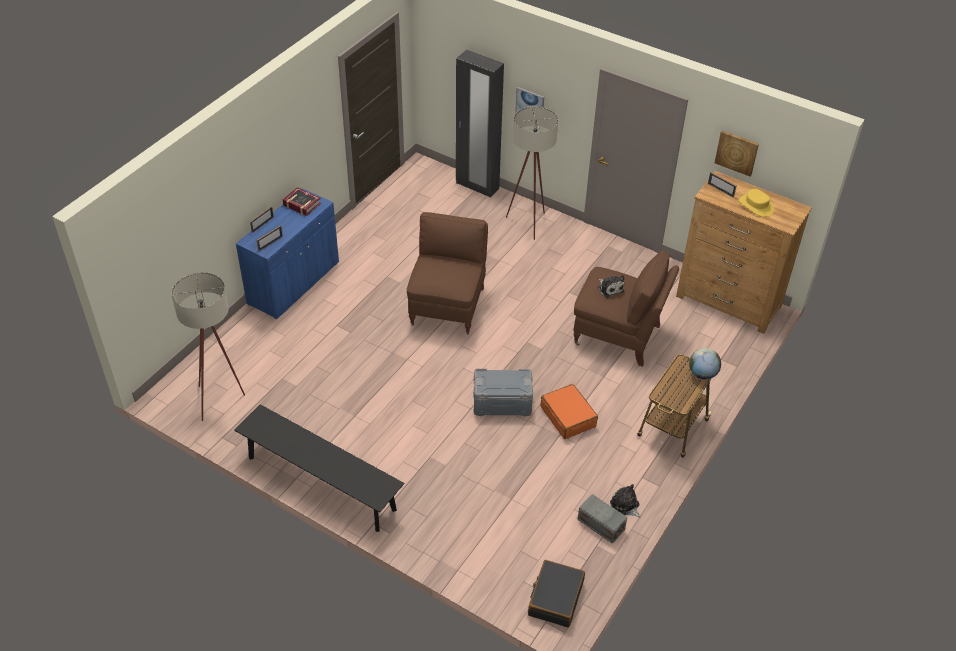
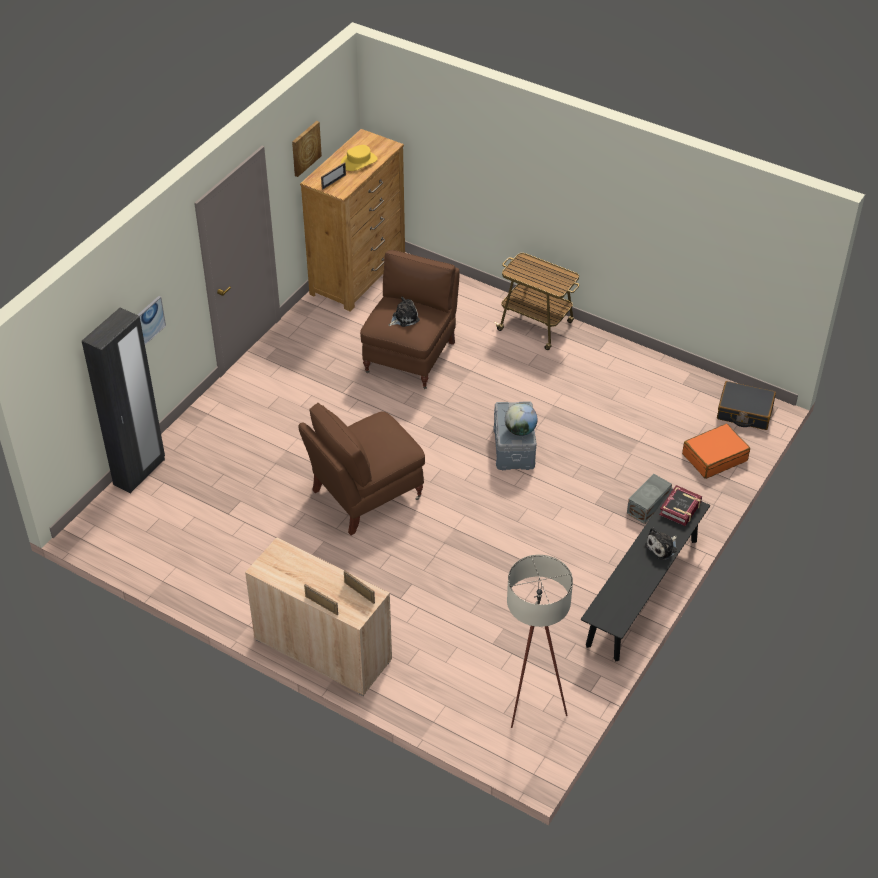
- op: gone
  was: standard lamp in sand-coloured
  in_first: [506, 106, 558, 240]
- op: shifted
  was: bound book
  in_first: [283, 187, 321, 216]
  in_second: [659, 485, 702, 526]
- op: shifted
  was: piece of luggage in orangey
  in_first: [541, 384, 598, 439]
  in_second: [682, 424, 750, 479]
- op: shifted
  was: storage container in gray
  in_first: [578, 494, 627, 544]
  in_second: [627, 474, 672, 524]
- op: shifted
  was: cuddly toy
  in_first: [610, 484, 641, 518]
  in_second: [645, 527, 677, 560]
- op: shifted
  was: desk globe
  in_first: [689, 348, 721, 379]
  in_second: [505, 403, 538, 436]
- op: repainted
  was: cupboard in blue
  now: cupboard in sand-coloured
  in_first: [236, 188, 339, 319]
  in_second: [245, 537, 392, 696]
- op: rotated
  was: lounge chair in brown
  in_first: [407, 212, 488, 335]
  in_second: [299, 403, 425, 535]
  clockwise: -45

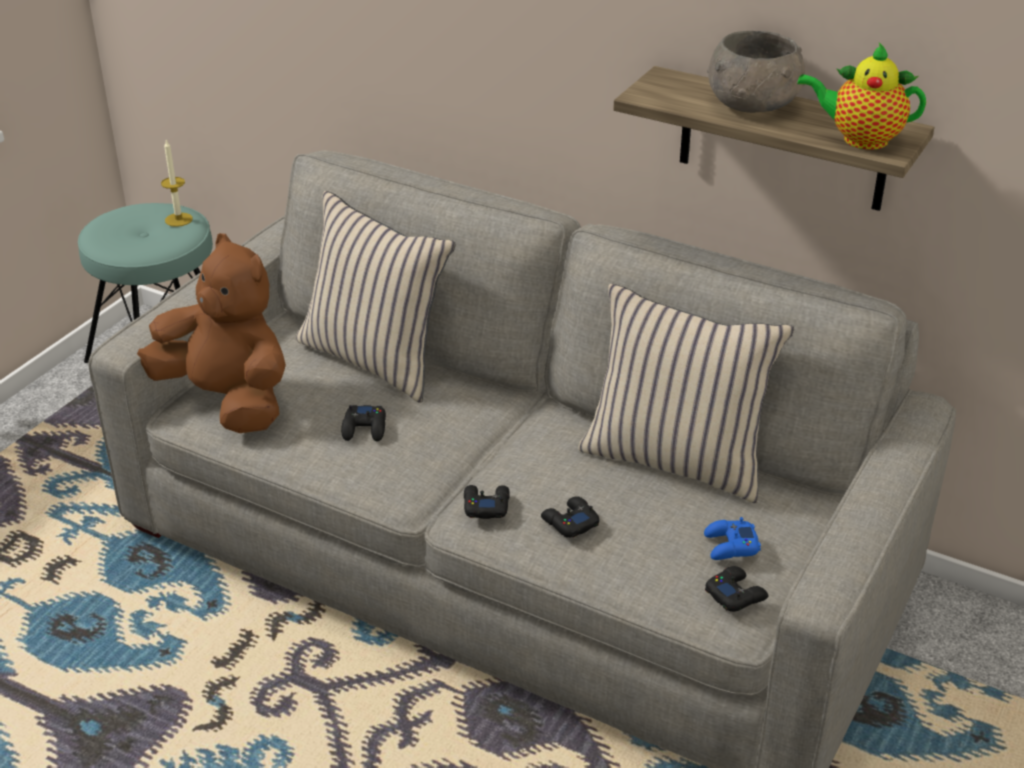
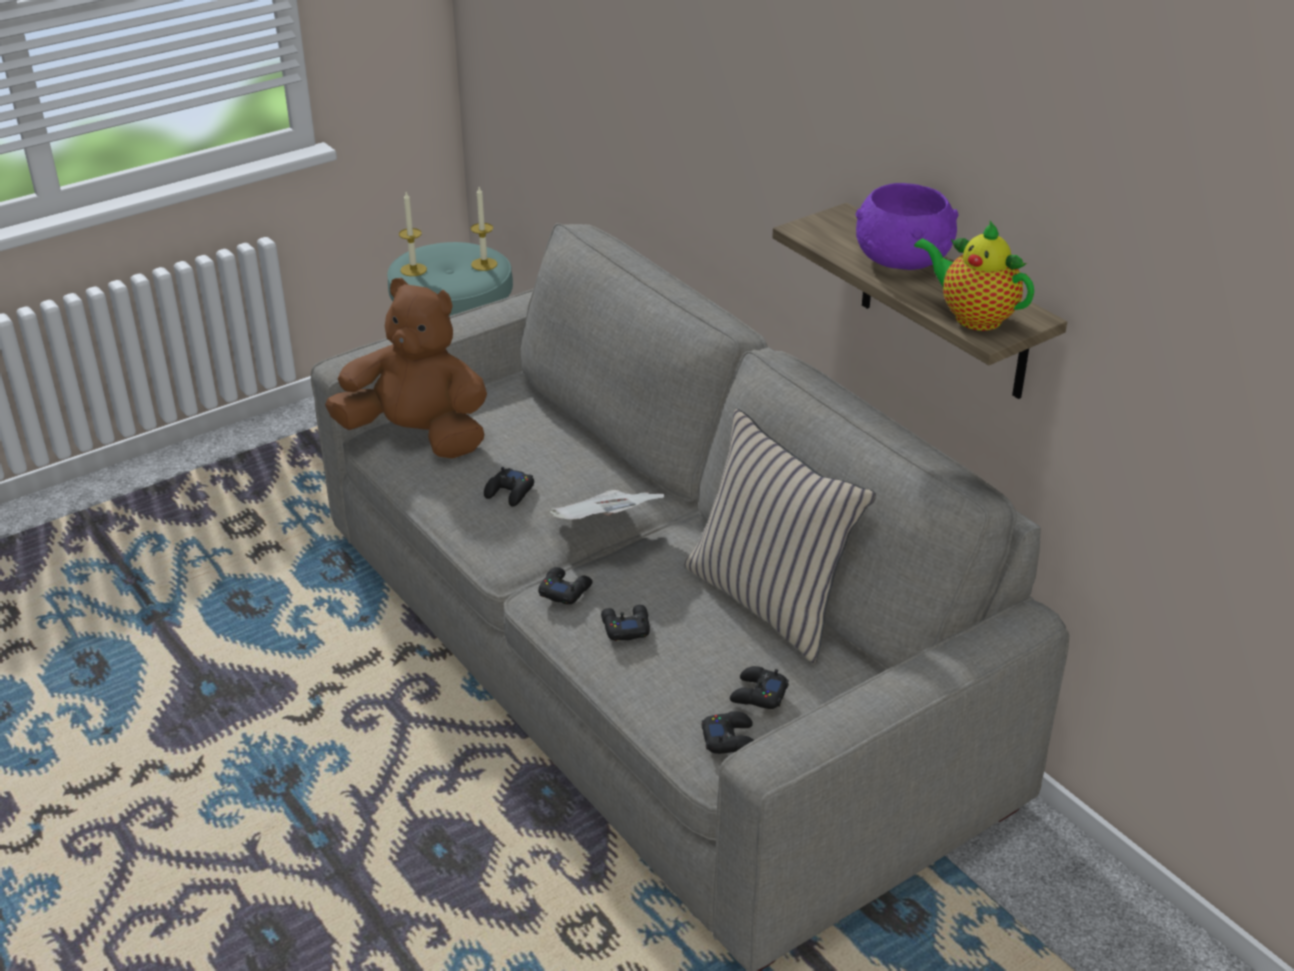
- op: gone
  was: cushion in sand-coloured
  in_first: [296, 191, 456, 403]
- op: new
  now: wax light
  in_second: [399, 192, 427, 276]
- op: new
  now: daily paper
  in_second: [550, 490, 665, 519]
- op: repainted
  was: gamepad in blue
  now: gamepad in black
  in_first: [704, 517, 761, 560]
  in_second: [730, 666, 789, 709]
- op: repainted
  was: deep dish in gray
  now: deep dish in purple-coloured
  in_first: [707, 31, 805, 113]
  in_second: [856, 183, 958, 270]
- op: rotated
  was: cuddly toy in brown
  in_first: [137, 233, 286, 433]
  in_second: [325, 278, 487, 459]
  clockwise: -45

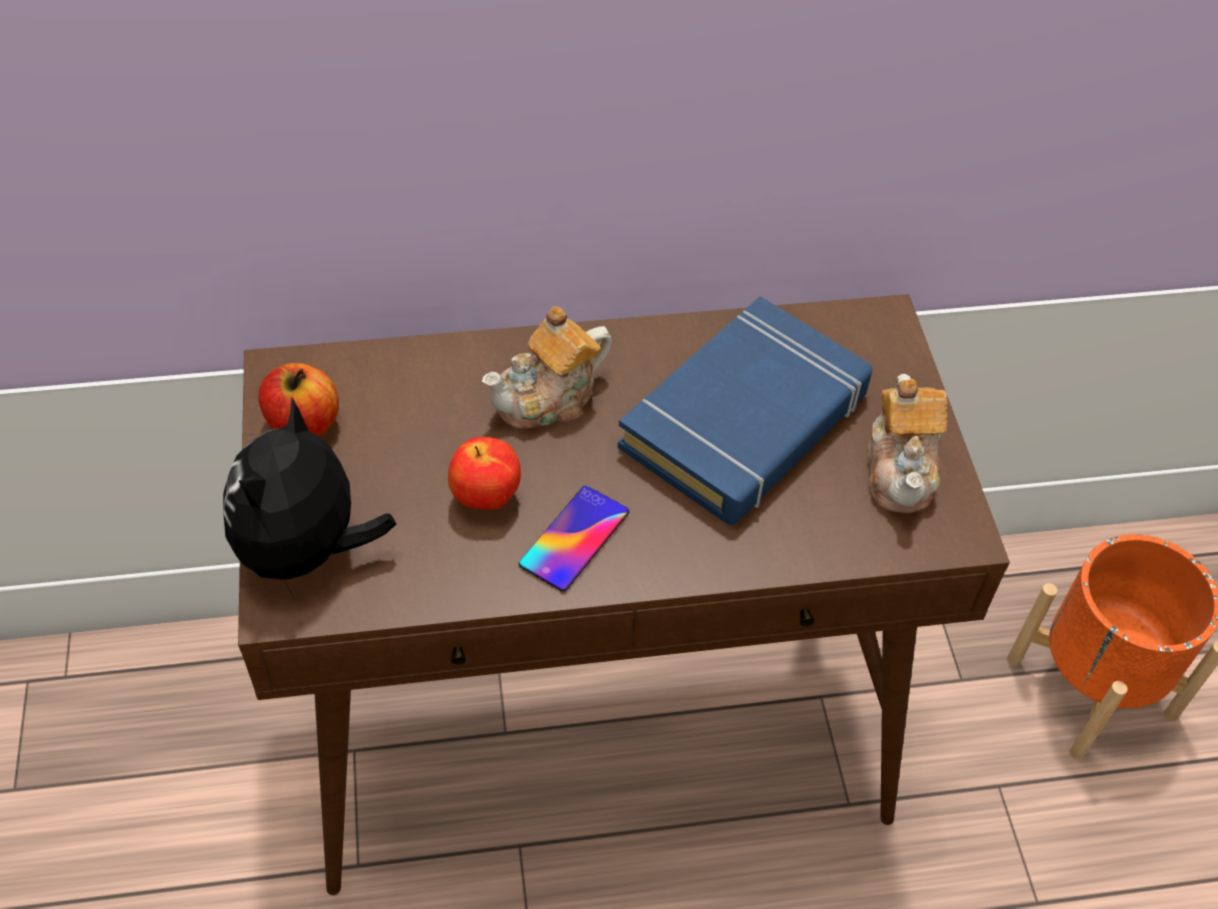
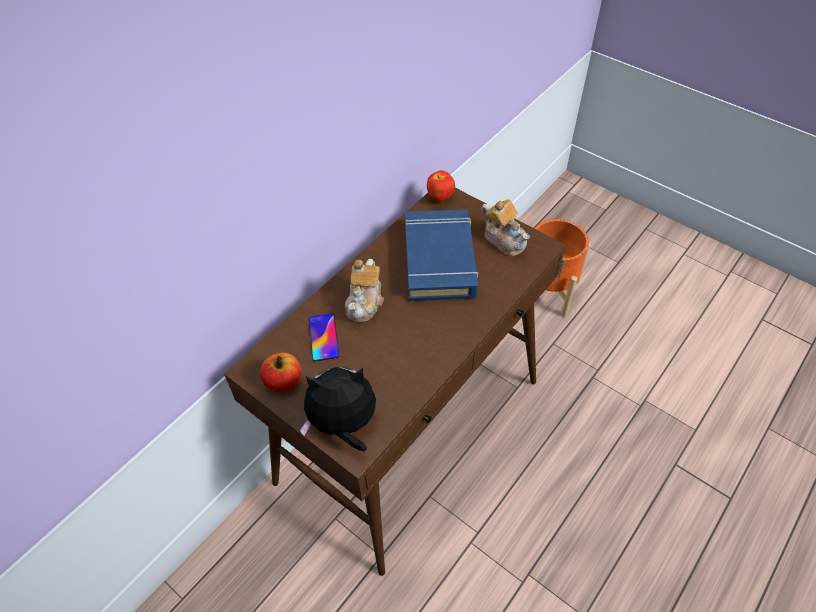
- op: shifted
  was: whole apple
  in_first: [448, 437, 521, 510]
  in_second: [427, 170, 455, 202]
- op: shifted
  was: telephone
  in_first: [519, 486, 629, 592]
  in_second: [309, 313, 340, 361]
- op: rotated
  was: cuddly toy
  in_first: [223, 398, 396, 599]
  in_second: [300, 367, 376, 452]
  clockwise: 105

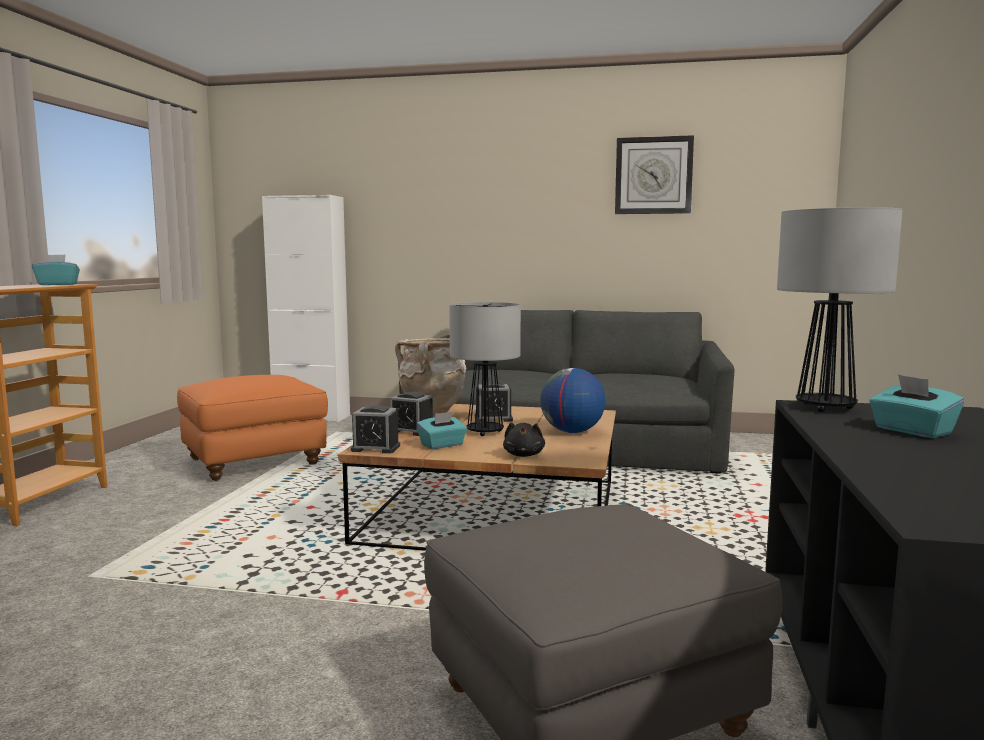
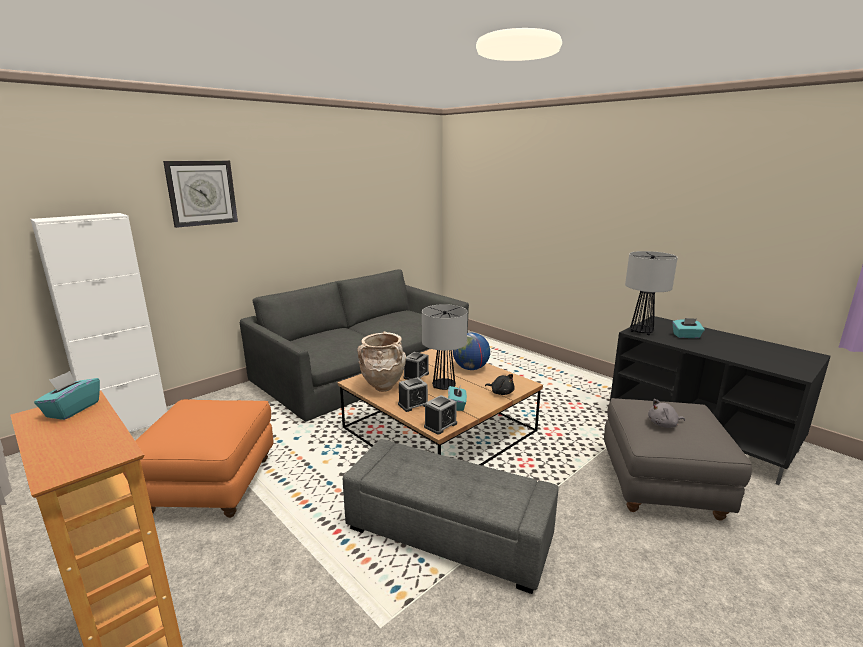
- op: new
  now: footrest in gray
  in_second: [343, 439, 559, 594]
- op: new
  now: cuddly toy in gray
  in_second: [648, 399, 685, 428]
- op: shifted
  was: clock on the wall
  in_first: [615, 135, 694, 214]
  in_second: [163, 161, 238, 228]

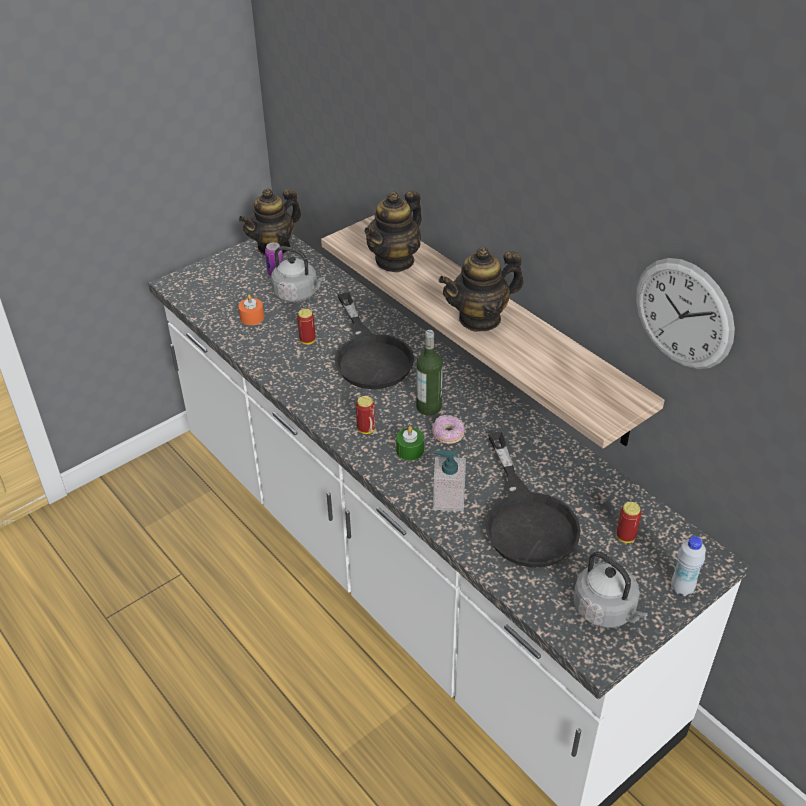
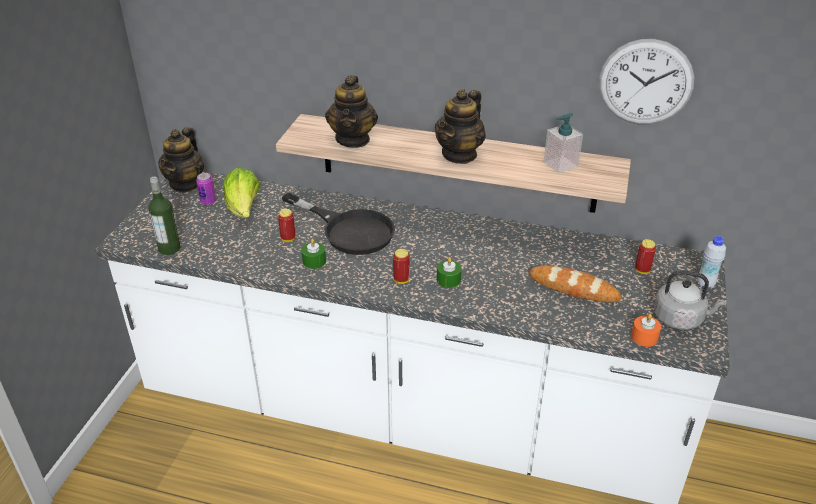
- op: gone
  was: ring doughnut
  in_first: [432, 415, 464, 444]
- op: new
  now: wax light in green
  in_second: [301, 239, 326, 269]
- op: shifted
  was: wax light in orangey
  in_first: [238, 295, 264, 325]
  in_second: [631, 314, 661, 347]
- op: shifted
  was: bottle
  in_first: [416, 330, 442, 416]
  in_second: [148, 177, 181, 255]
- op: shifted
  was: soap dispenser
  in_first: [433, 450, 466, 511]
  in_second: [544, 113, 583, 173]
- op: swapped
  was: water kettle in gray
  now: lettuce
  in_first: [271, 246, 325, 302]
  in_second: [223, 168, 260, 218]
- op: swapped
  was: skillet in black
  now: bakery bread
  in_first: [485, 432, 581, 568]
  in_second: [529, 266, 621, 302]

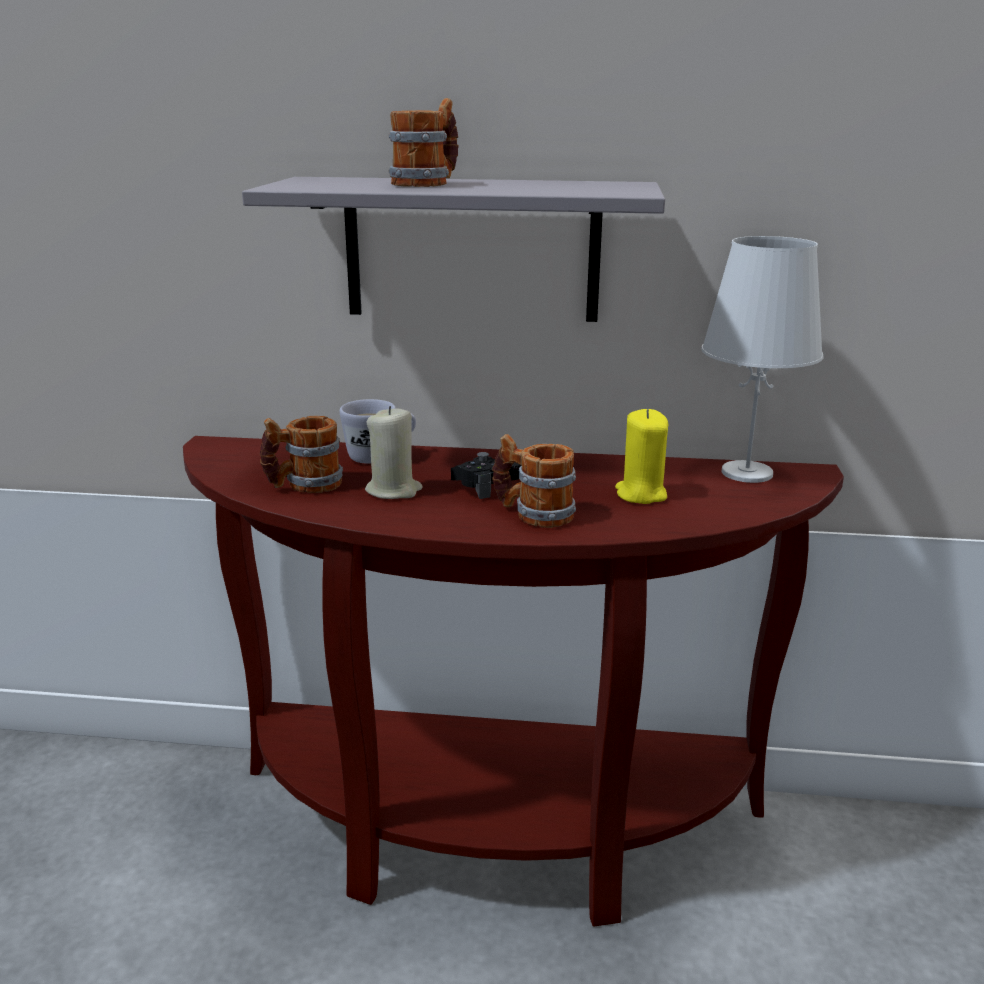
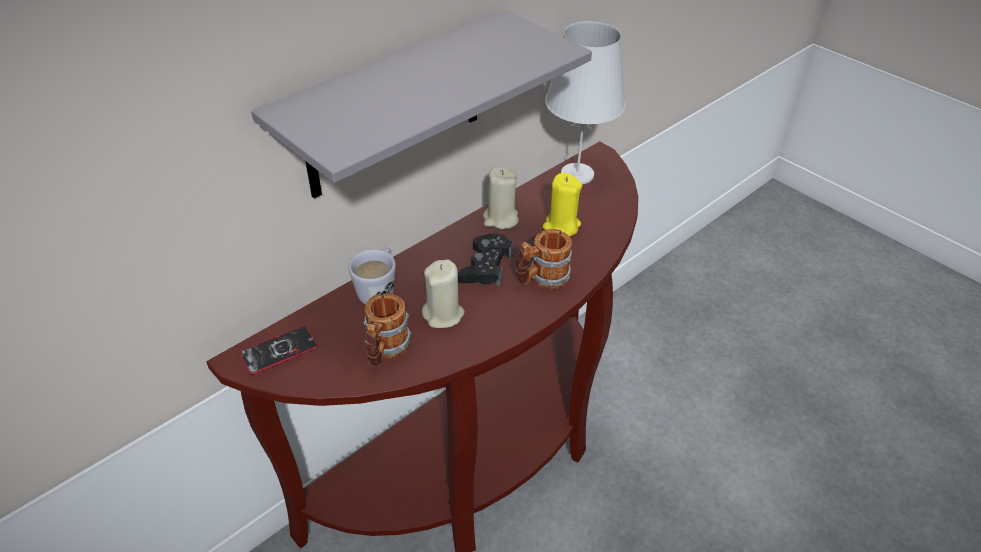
- op: gone
  was: coffee mug
  in_first: [388, 98, 459, 187]
- op: new
  now: telephone
  in_second: [239, 326, 318, 375]
- op: new
  now: wax light in sand-coloured
  in_second: [483, 167, 519, 229]

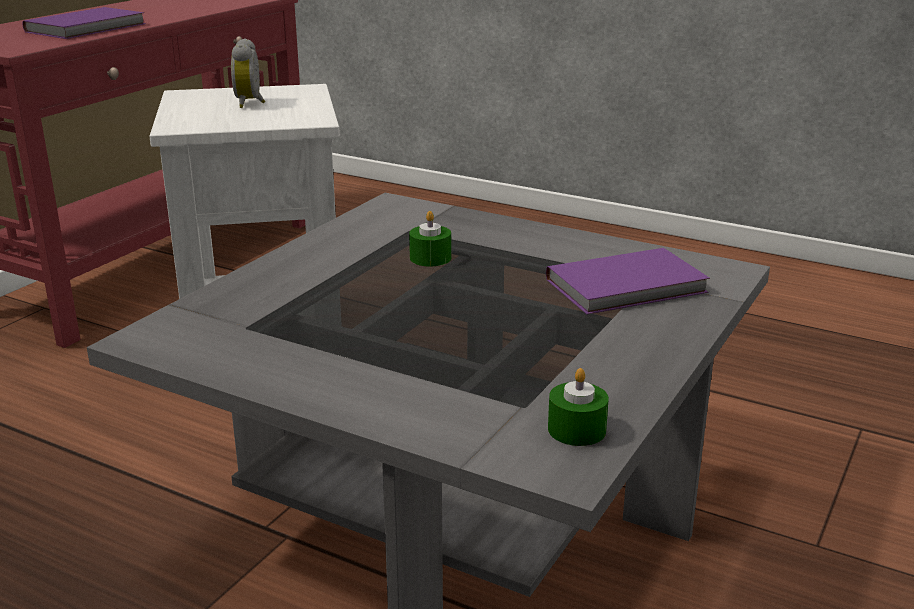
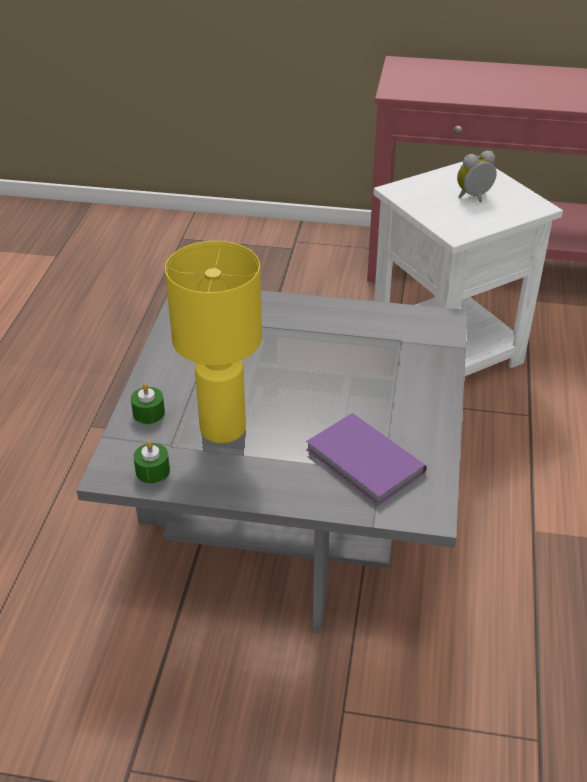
- op: gone
  was: bound book in purple-coloured
  in_first: [23, 7, 146, 39]
- op: new
  now: tabletop lamp in yellow-coloured
  in_second: [165, 241, 262, 443]
- op: shifted
  was: wax light in green
  in_first: [409, 211, 451, 267]
  in_second: [131, 383, 165, 424]

